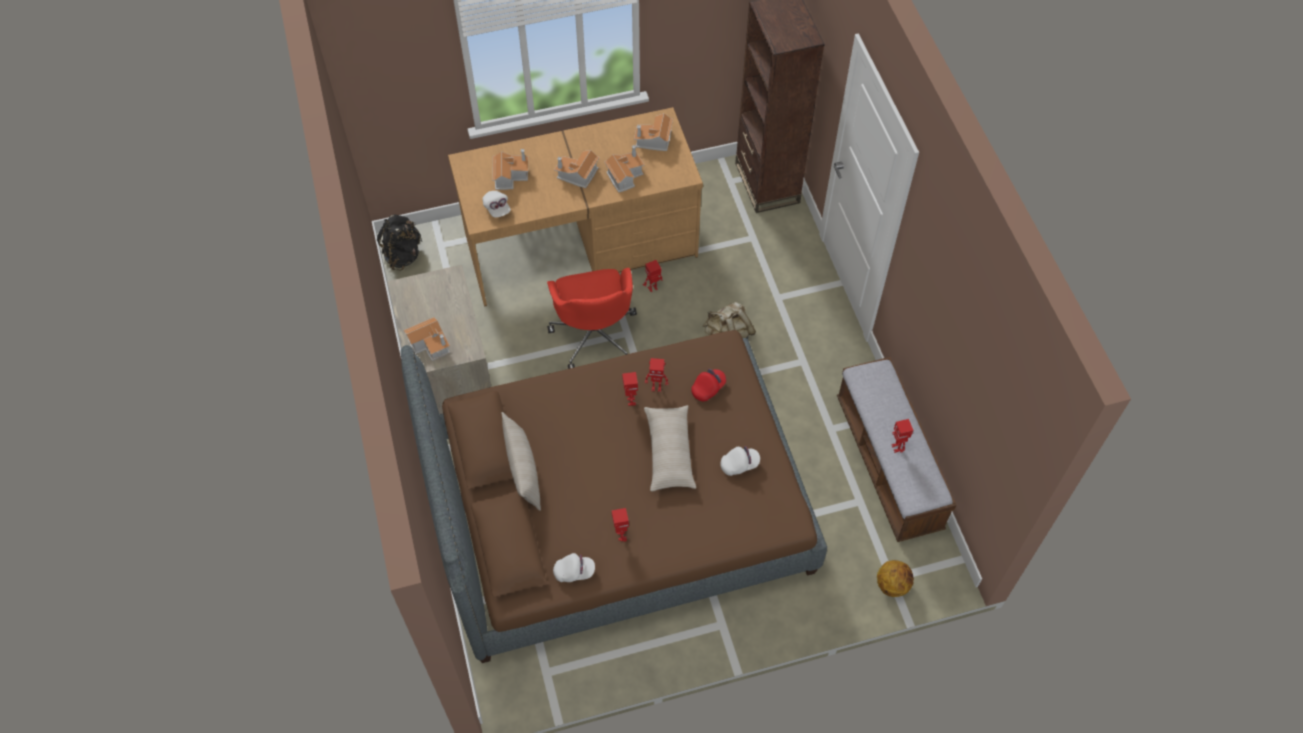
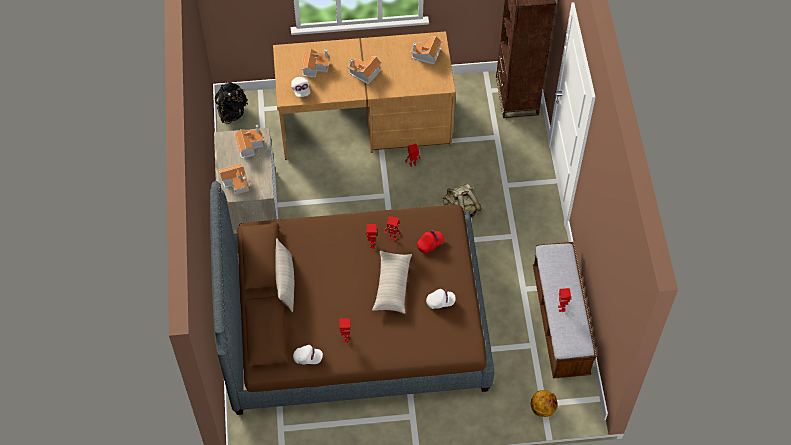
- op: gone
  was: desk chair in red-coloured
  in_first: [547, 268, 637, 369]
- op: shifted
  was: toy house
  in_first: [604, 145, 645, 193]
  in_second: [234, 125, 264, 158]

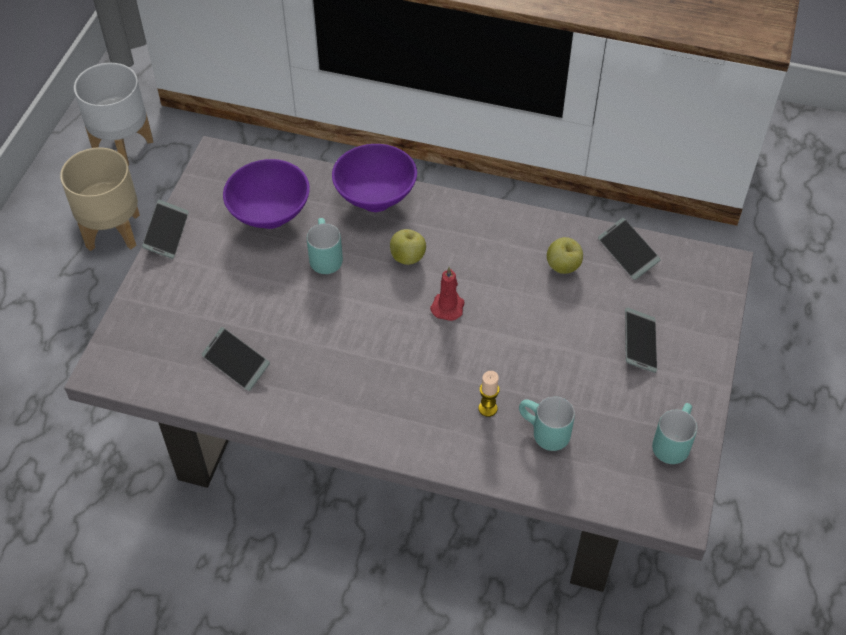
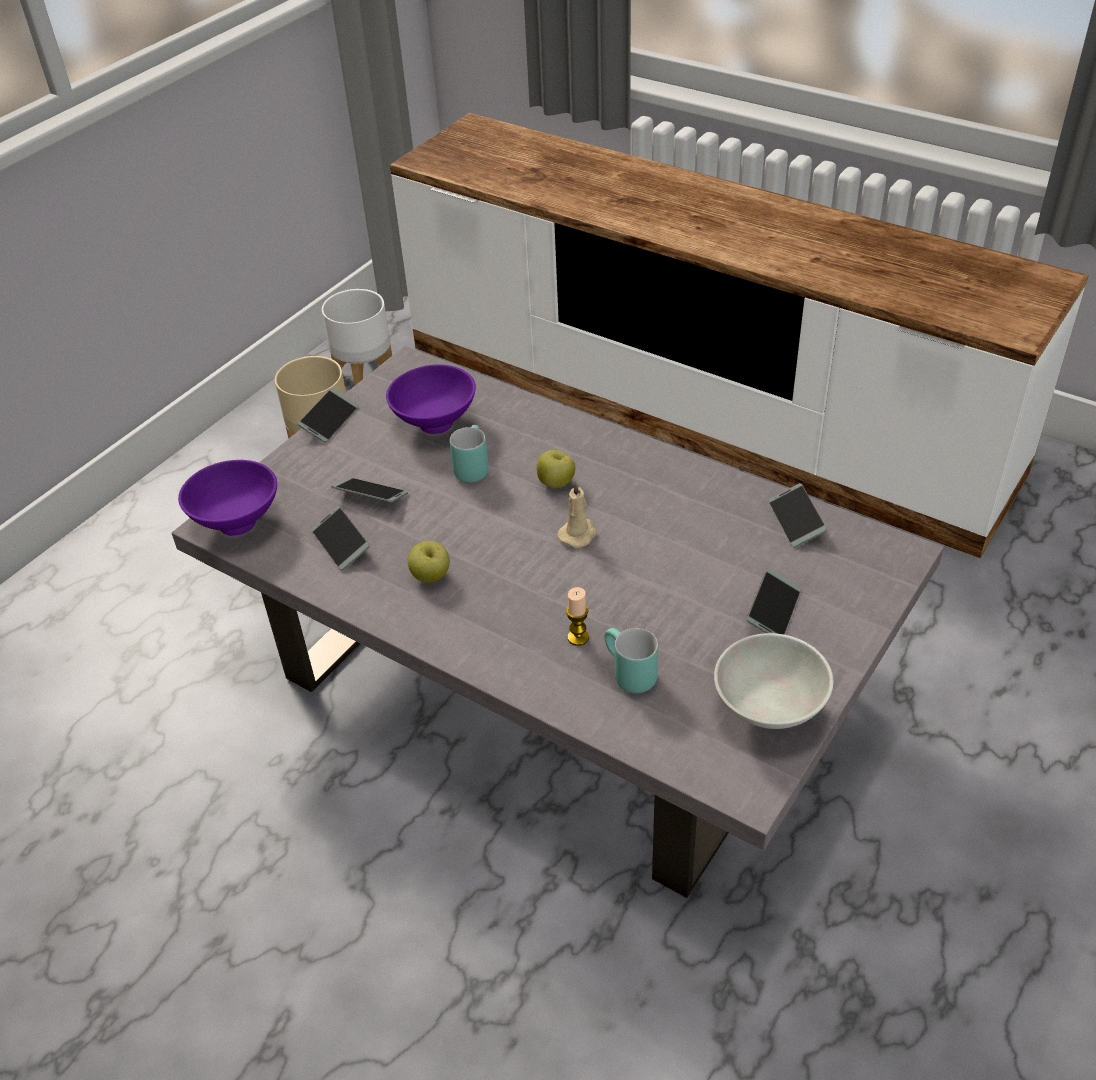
- op: new
  now: telephone
  in_second: [331, 477, 408, 502]
- op: shifted
  was: deep dish in purple-coloured
  in_first: [332, 144, 417, 212]
  in_second: [178, 460, 277, 536]
- op: shifted
  was: whole apple
  in_first: [547, 237, 583, 274]
  in_second: [407, 541, 450, 583]
- op: swapped
  was: coffee mug in turquoise-coloured
  now: deep dish in white
  in_first: [652, 403, 697, 464]
  in_second: [714, 633, 834, 729]
- op: repainted
  was: wax light in red-coloured
  now: wax light in sand-coloured
  in_first: [430, 266, 464, 321]
  in_second: [558, 481, 597, 548]

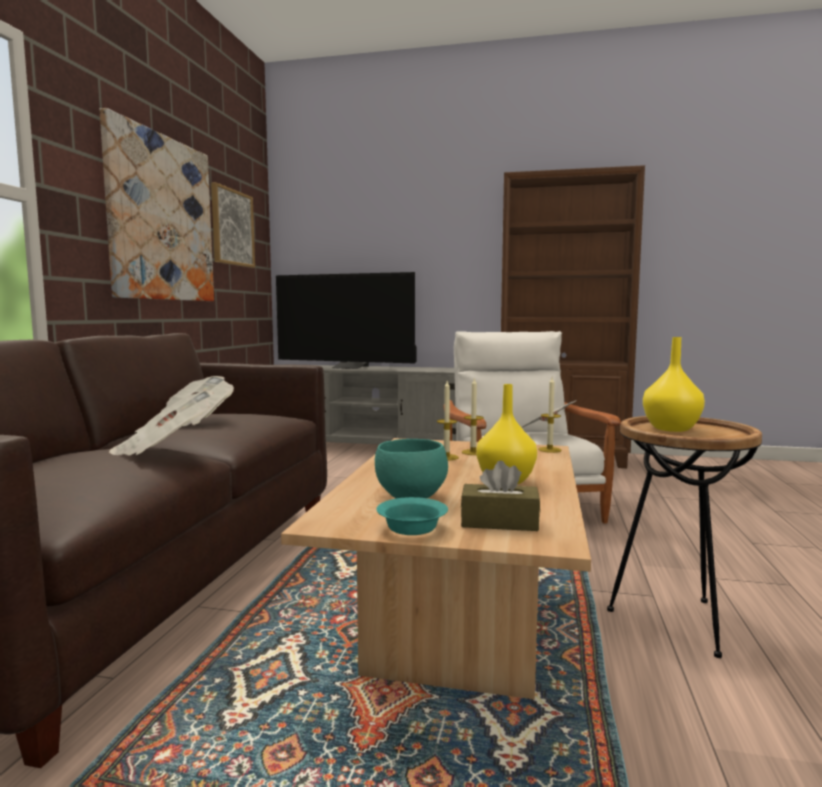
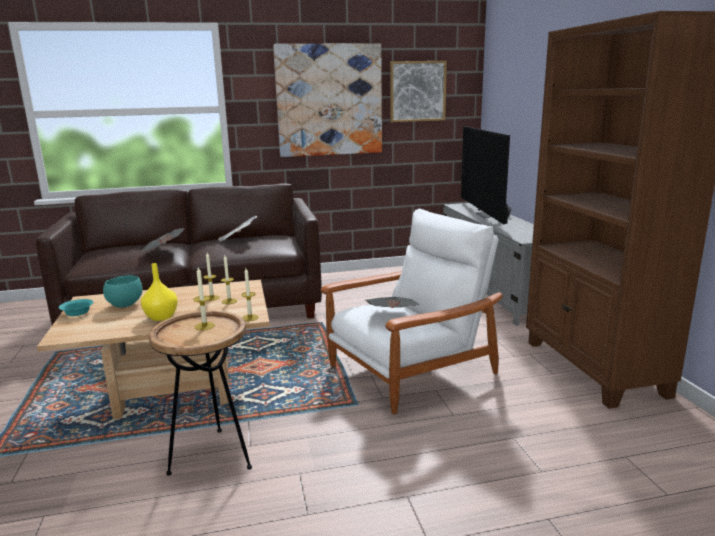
- op: gone
  was: tissue holder in brown
  in_first: [461, 461, 540, 531]
- op: swapped
  was: flower vase in yellow-coloured
  now: wax light
  in_first: [643, 337, 705, 432]
  in_second: [193, 268, 215, 330]

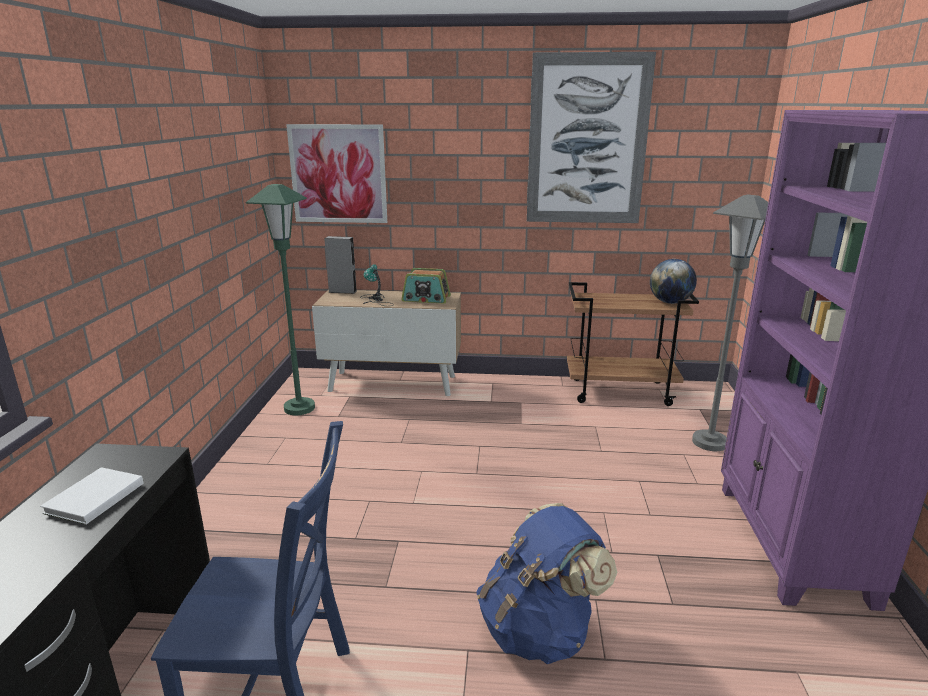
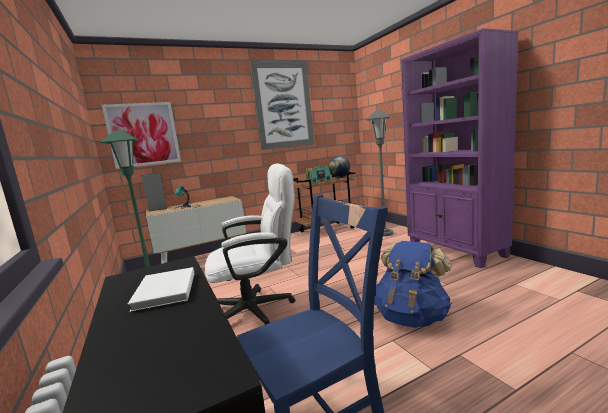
- op: new
  now: desk chair in white
  in_second: [205, 163, 296, 325]
- op: shifted
  was: radio set
  in_first: [401, 268, 451, 304]
  in_second: [305, 166, 332, 184]

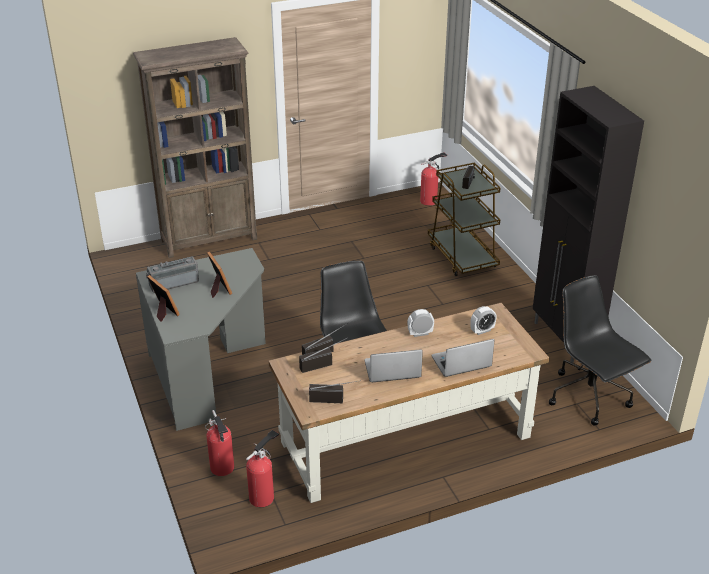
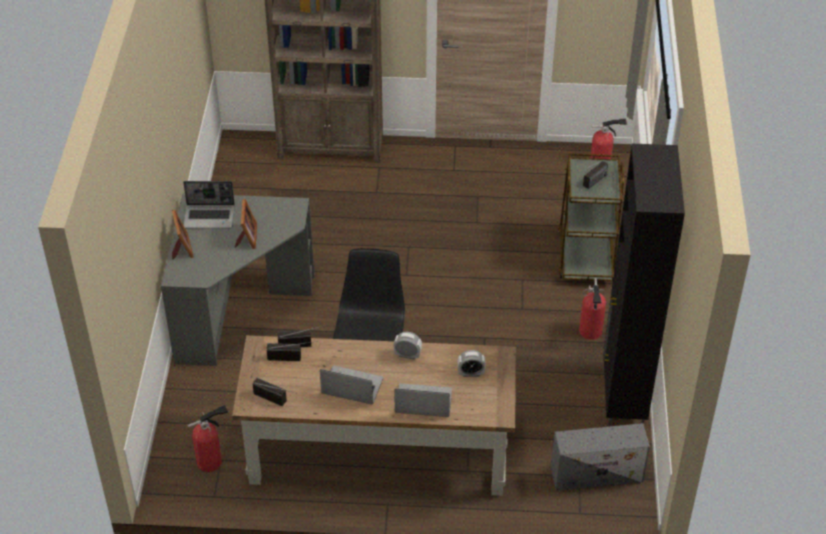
- op: shifted
  was: fire extinguisher
  in_first: [205, 410, 234, 476]
  in_second: [579, 278, 606, 340]
- op: swapped
  was: radio set
  now: portable computer
  in_first: [146, 256, 199, 293]
  in_second: [183, 181, 235, 228]
- op: swapped
  was: desk chair in black
  now: storage container in gray
  in_first: [549, 275, 652, 425]
  in_second: [551, 423, 650, 491]

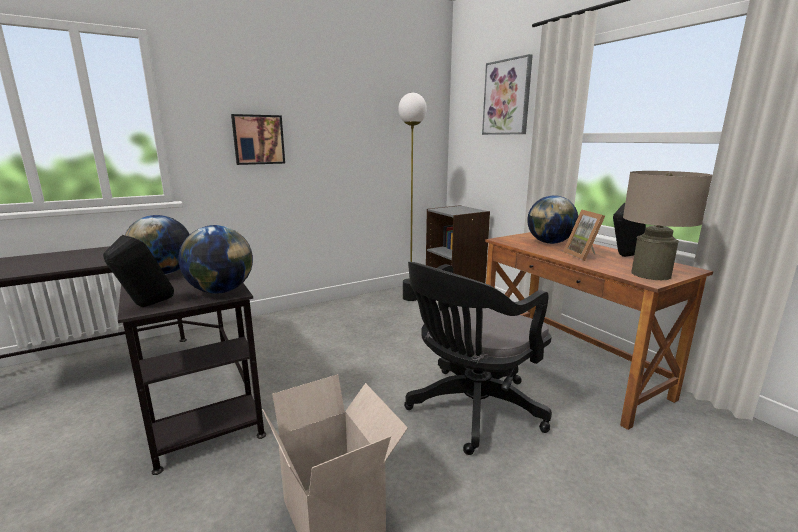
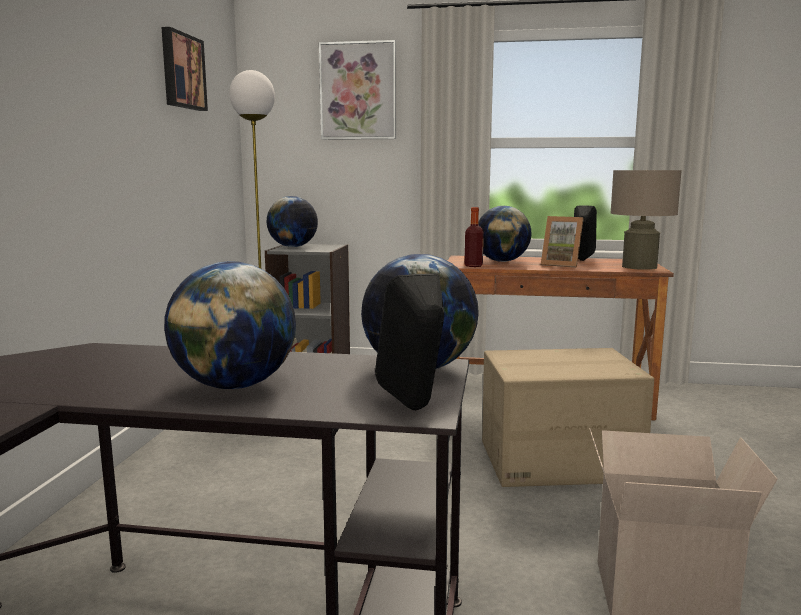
- op: new
  now: desk globe
  in_second: [267, 196, 318, 247]
- op: new
  now: bottle
  in_second: [465, 207, 484, 267]
- op: shifted
  was: wall picture
  in_first: [231, 114, 285, 165]
  in_second: [161, 27, 208, 111]
- op: swapped
  was: desk chair in black
  now: carton
  in_first: [404, 262, 552, 455]
  in_second: [482, 348, 654, 487]

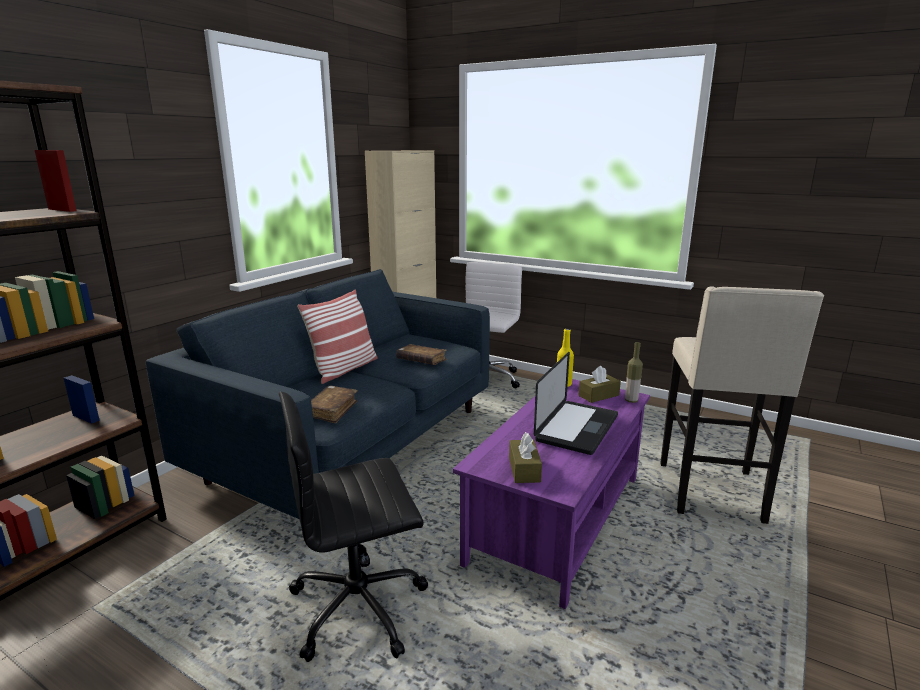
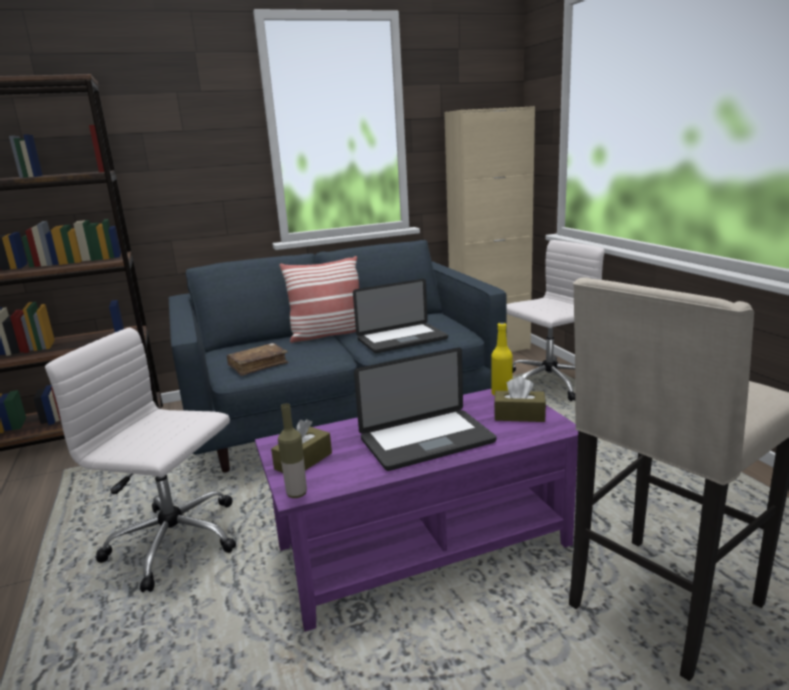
- op: shifted
  was: bottle
  in_first: [625, 342, 643, 403]
  in_second: [278, 403, 307, 498]
- op: swapped
  was: bound book in brown
  now: portable computer
  in_first: [396, 344, 447, 365]
  in_second: [353, 279, 448, 353]
- op: repainted
  was: desk chair in black
  now: desk chair in white
  in_first: [279, 391, 428, 662]
  in_second: [45, 328, 236, 592]

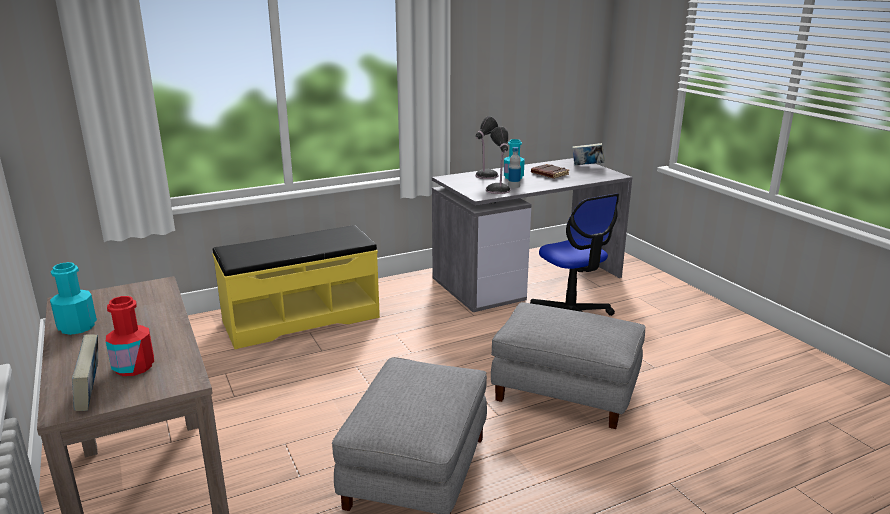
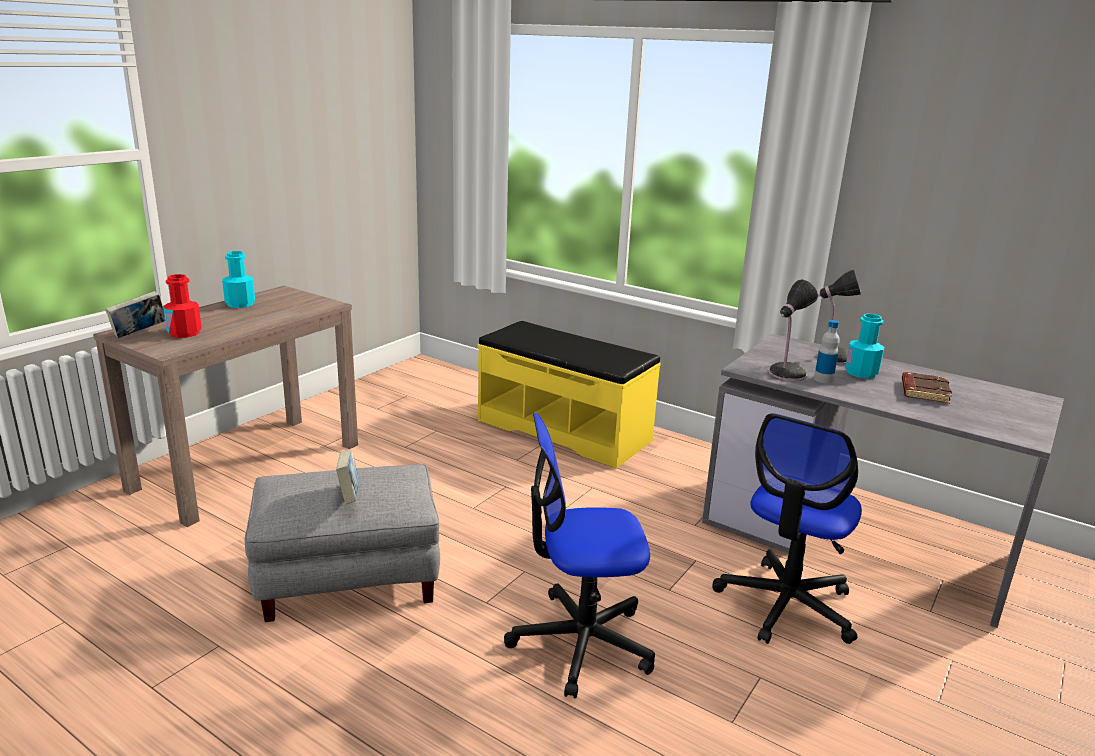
- op: shifted
  was: bound book
  in_first: [572, 143, 605, 165]
  in_second: [336, 450, 359, 504]
- op: swapped
  was: footrest in gray
  now: desk chair
  in_first: [491, 302, 645, 429]
  in_second: [504, 413, 655, 699]

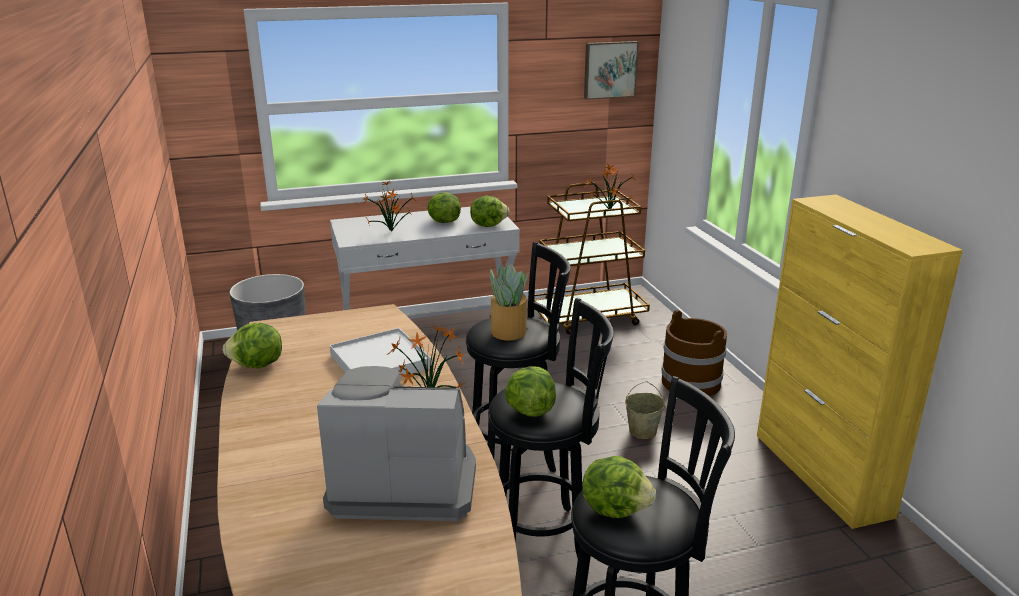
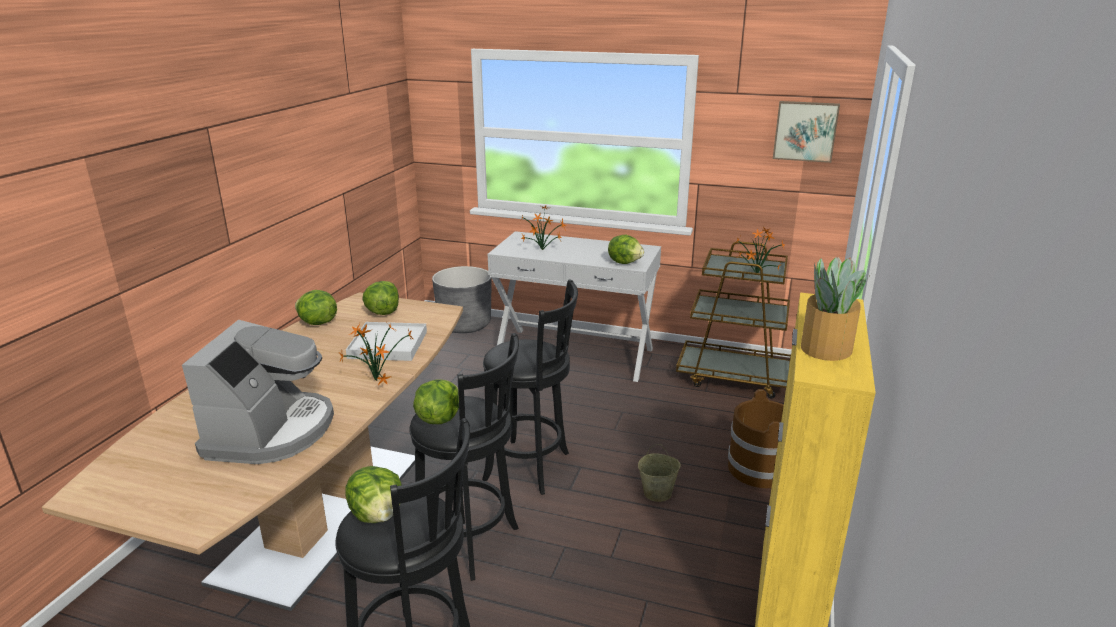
- op: shifted
  was: lettuce
  in_first: [428, 192, 461, 223]
  in_second: [362, 281, 399, 315]
- op: shifted
  was: plant in a pot
  in_first: [490, 264, 528, 340]
  in_second: [801, 256, 871, 361]
- op: rotated
  was: coffee machine
  in_first: [317, 366, 476, 521]
  in_second: [182, 319, 334, 464]
  clockwise: 60

